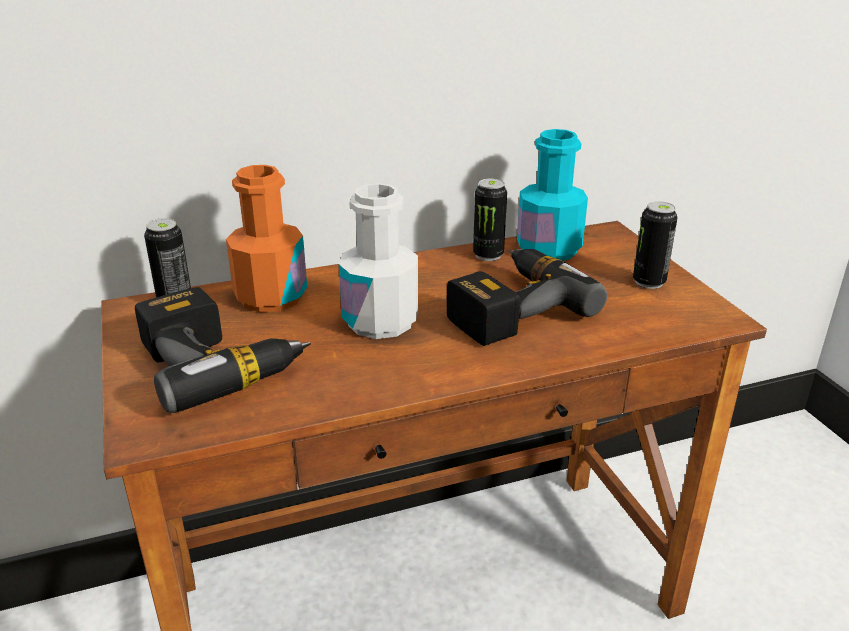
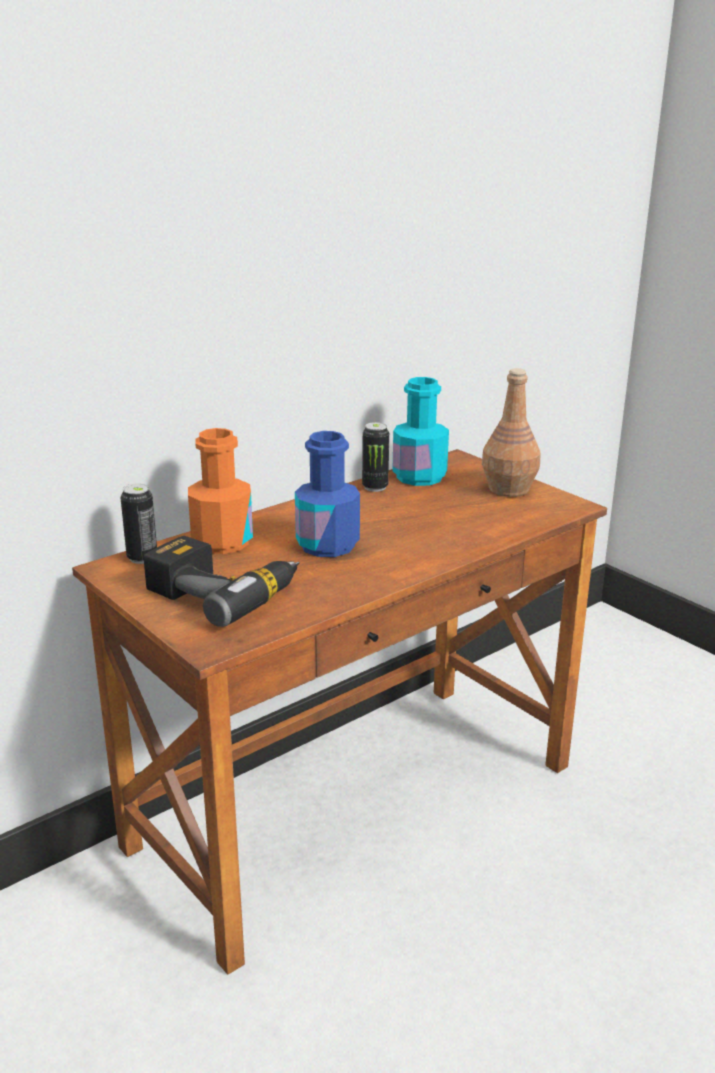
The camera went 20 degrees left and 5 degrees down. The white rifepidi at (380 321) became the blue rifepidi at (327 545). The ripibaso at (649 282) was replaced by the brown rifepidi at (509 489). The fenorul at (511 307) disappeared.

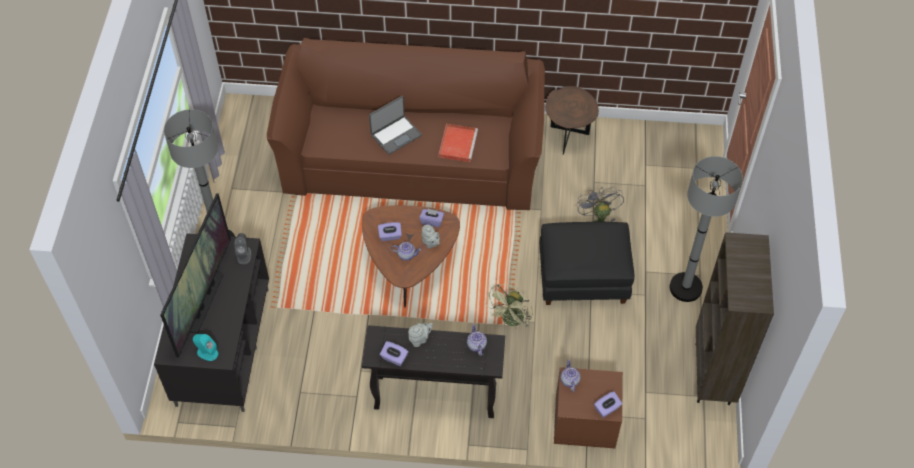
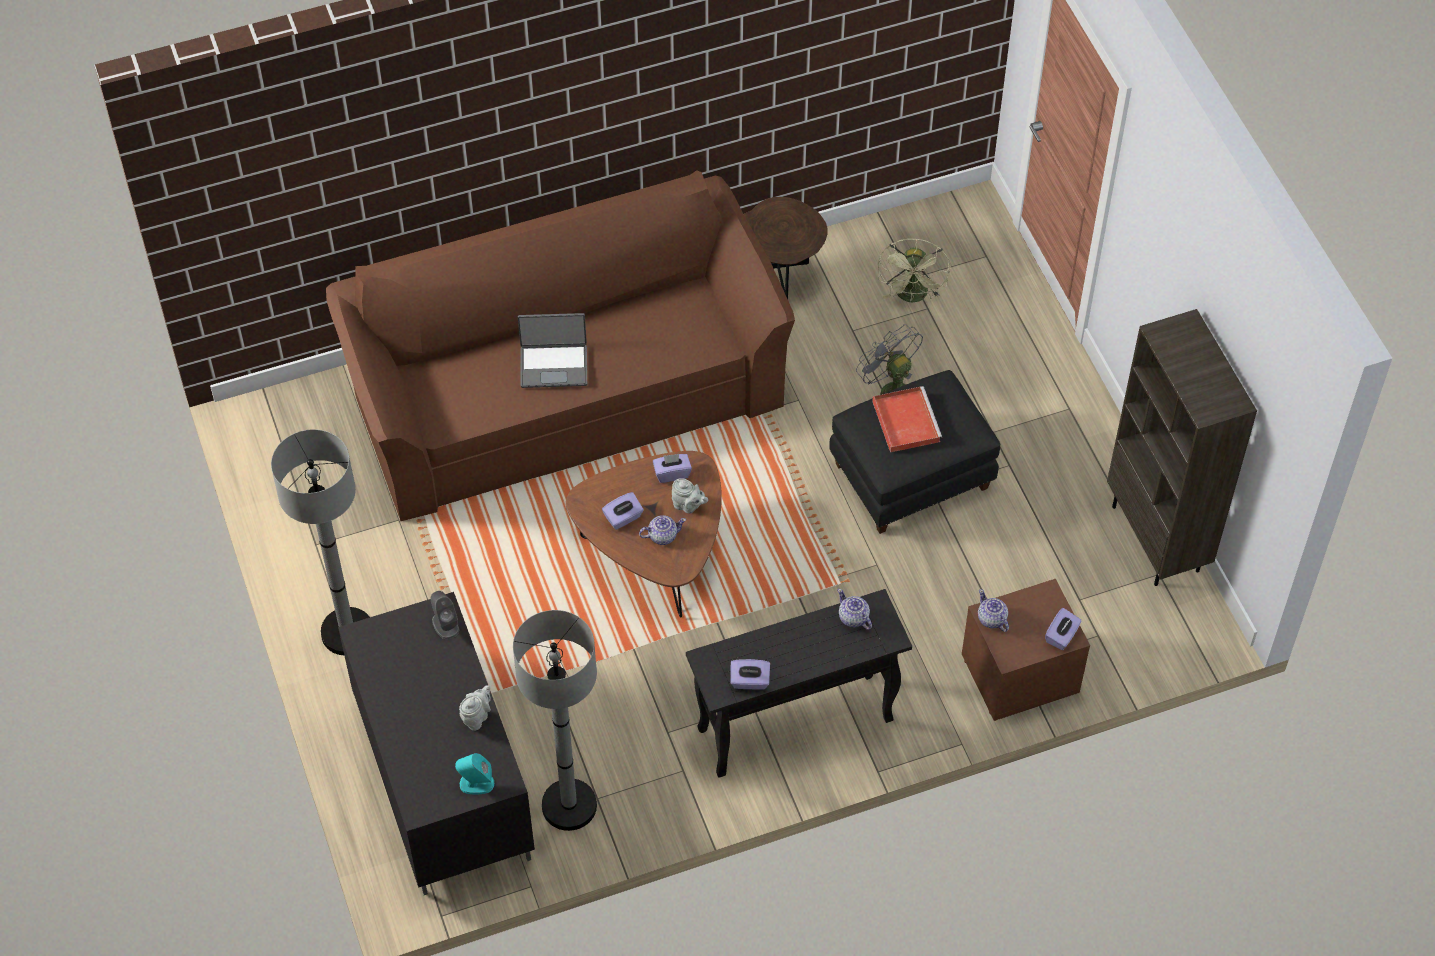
The camera went 25 degrees left and 0 degrees up. The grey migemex moved from (420 339) to (477 717). The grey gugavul moved from (685 288) to (569 805). The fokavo at (395 135) turned 60 degrees clockwise. The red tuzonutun moved from (457 143) to (905 420). The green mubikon moved from (511 321) to (912 296). The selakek at (204 301) disappeared.

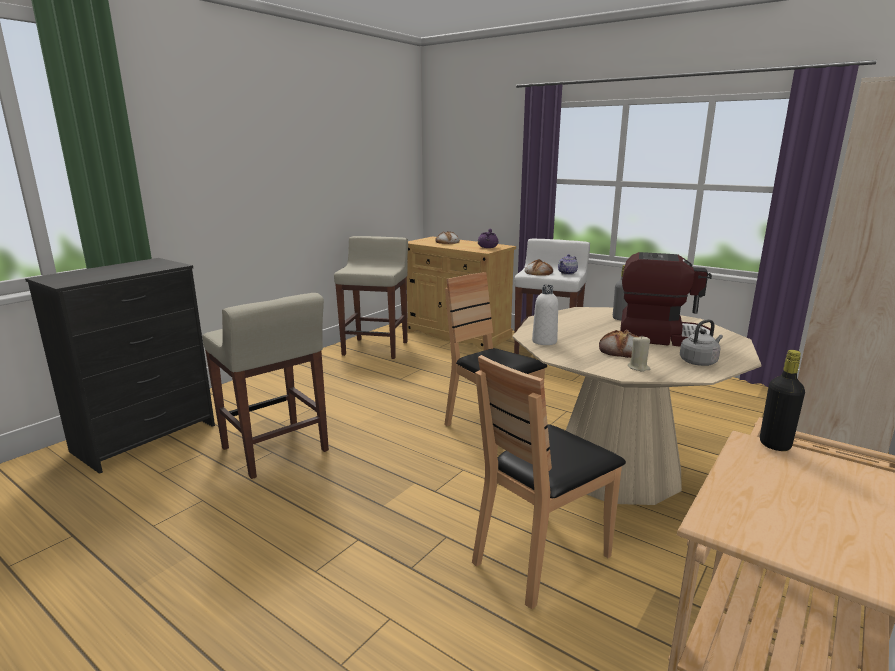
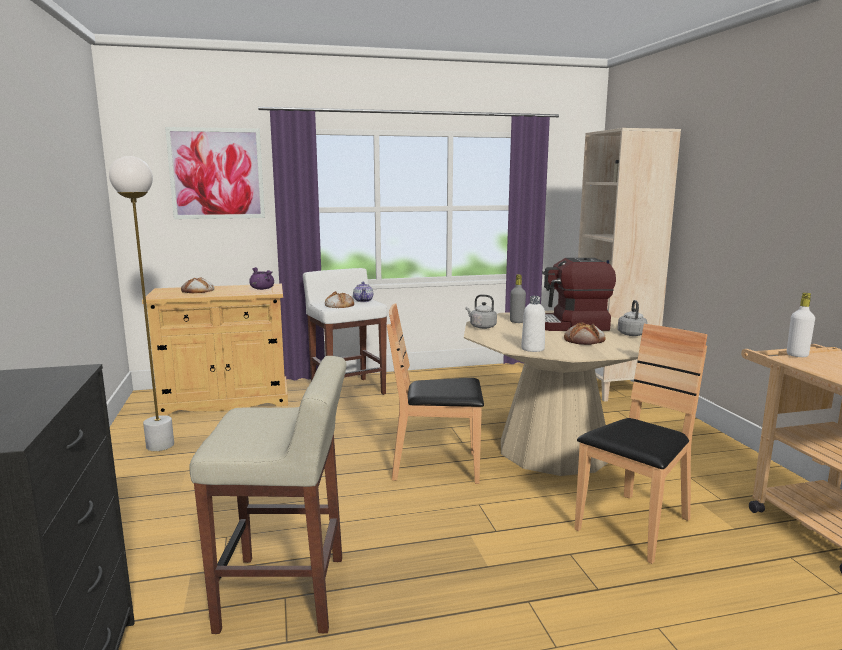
The camera went 50 degrees left and 5 degrees down. The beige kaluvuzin at (376 348) was replaced by the white gugavul at (160 445). The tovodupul at (216 173) appeared. The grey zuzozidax at (481 327) appeared. The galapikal at (661 336) turned 150 degrees counterclockwise. The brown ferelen at (541 557) turned 135 degrees counterclockwise. The black rifepidi at (774 444) became the white rifepidi at (797 355). The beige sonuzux at (638 367) disappeared.

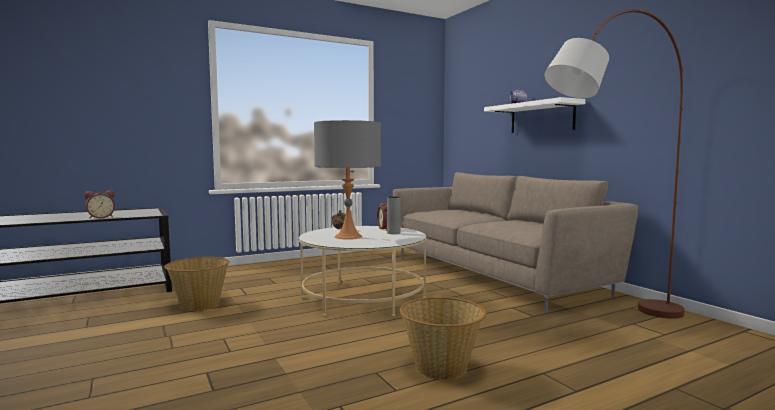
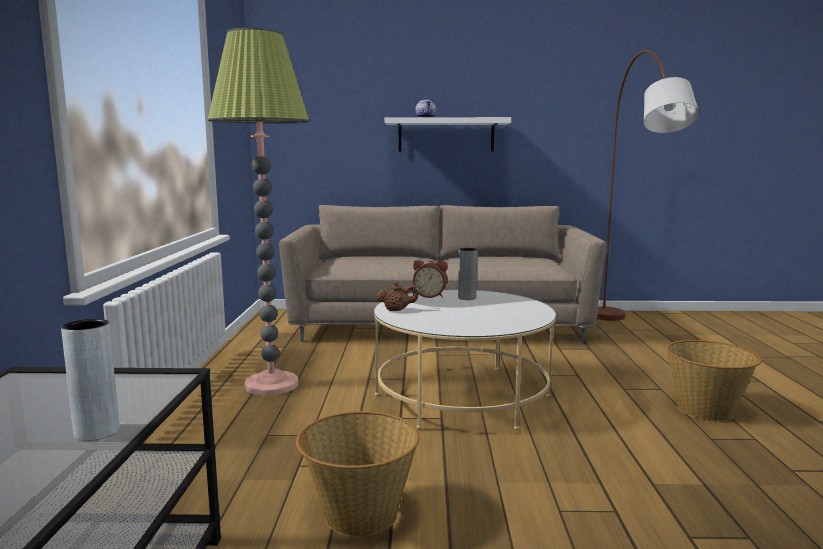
The camera went 60 degrees left and 5 degrees up. The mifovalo at (101 217) was replaced by the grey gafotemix at (97 432). The gugavul at (271 385) appeared. The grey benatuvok at (348 236) disappeared.

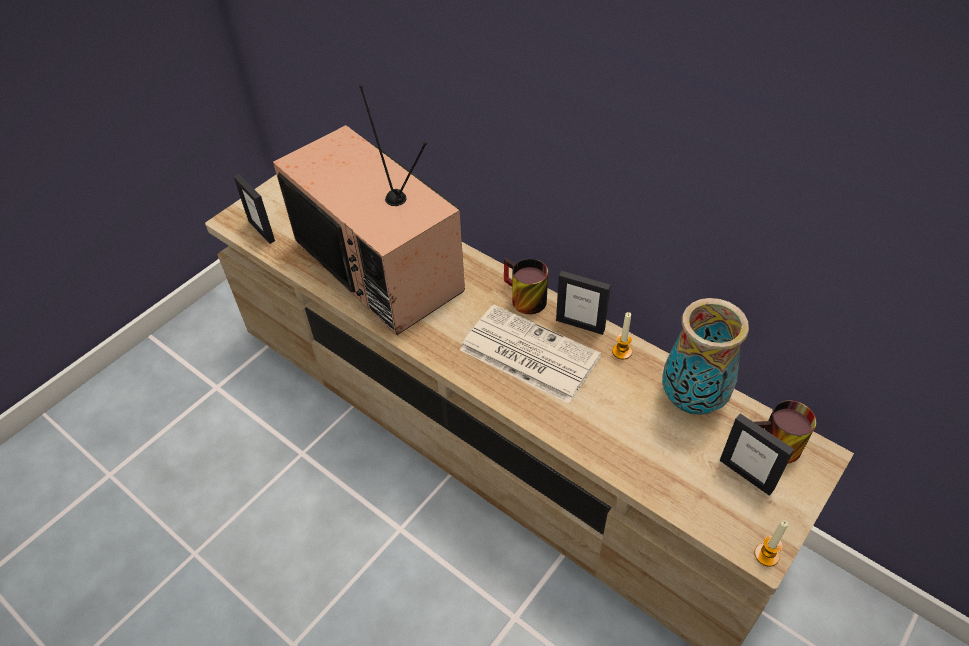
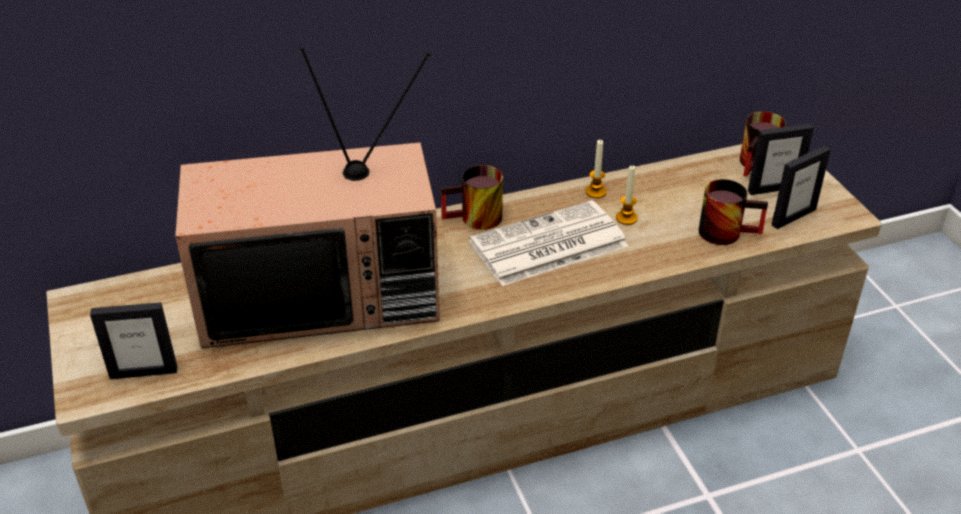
The camera went 60 degrees left and 10 degrees down. The sonuzux moved from (766 555) to (626 218). The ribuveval at (727 230) appeared. The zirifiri moved from (580 324) to (793 217). The gafotemix at (693 400) disappeared.

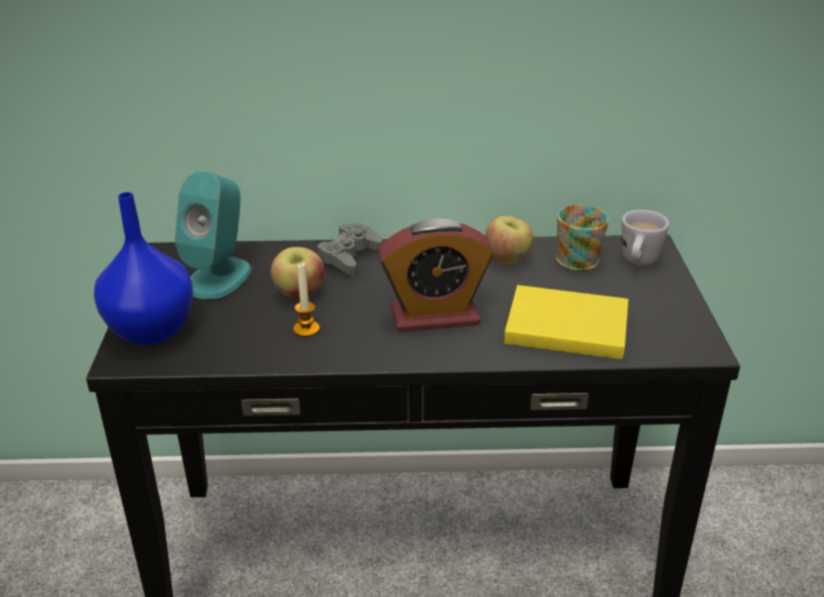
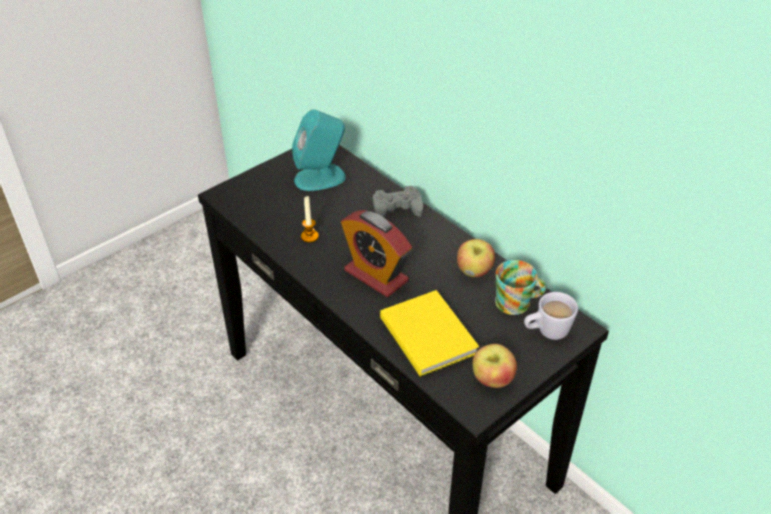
The camera went 50 degrees right and 10 degrees up. The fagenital moved from (299 293) to (492 379). The blue gafotemix at (149 330) disappeared.

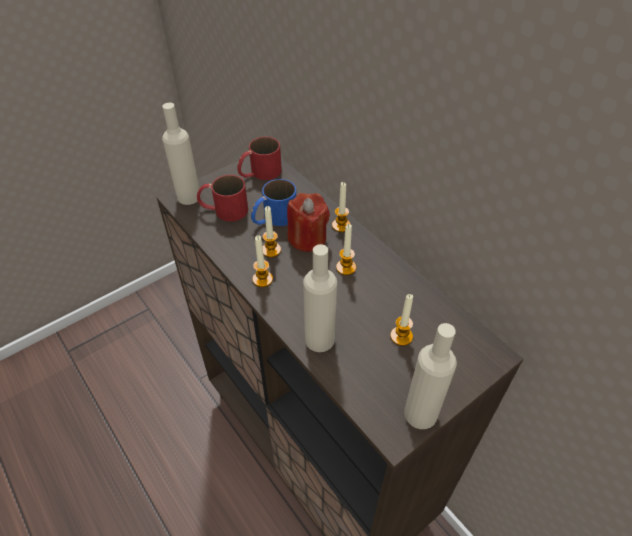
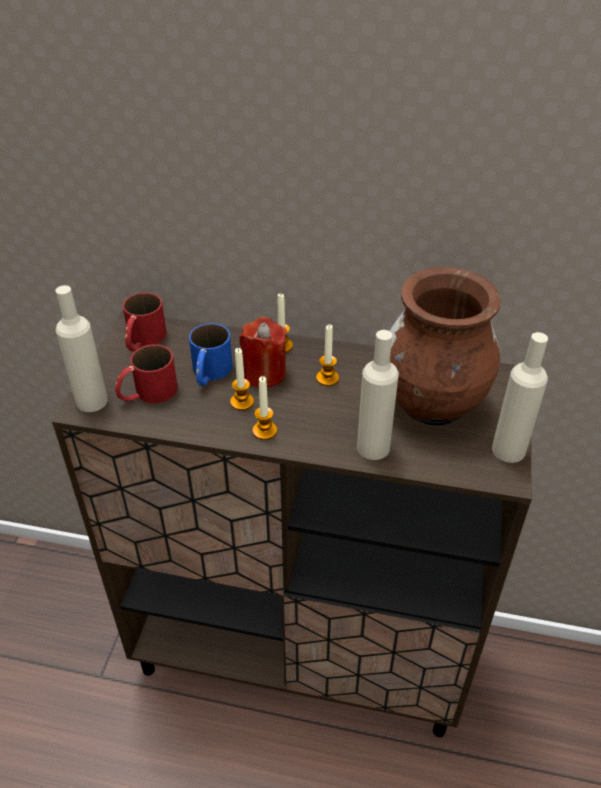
The camera went 40 degrees left and 5 degrees down. The sonuzux at (401 336) was replaced by the brown gafotemix at (433 404).

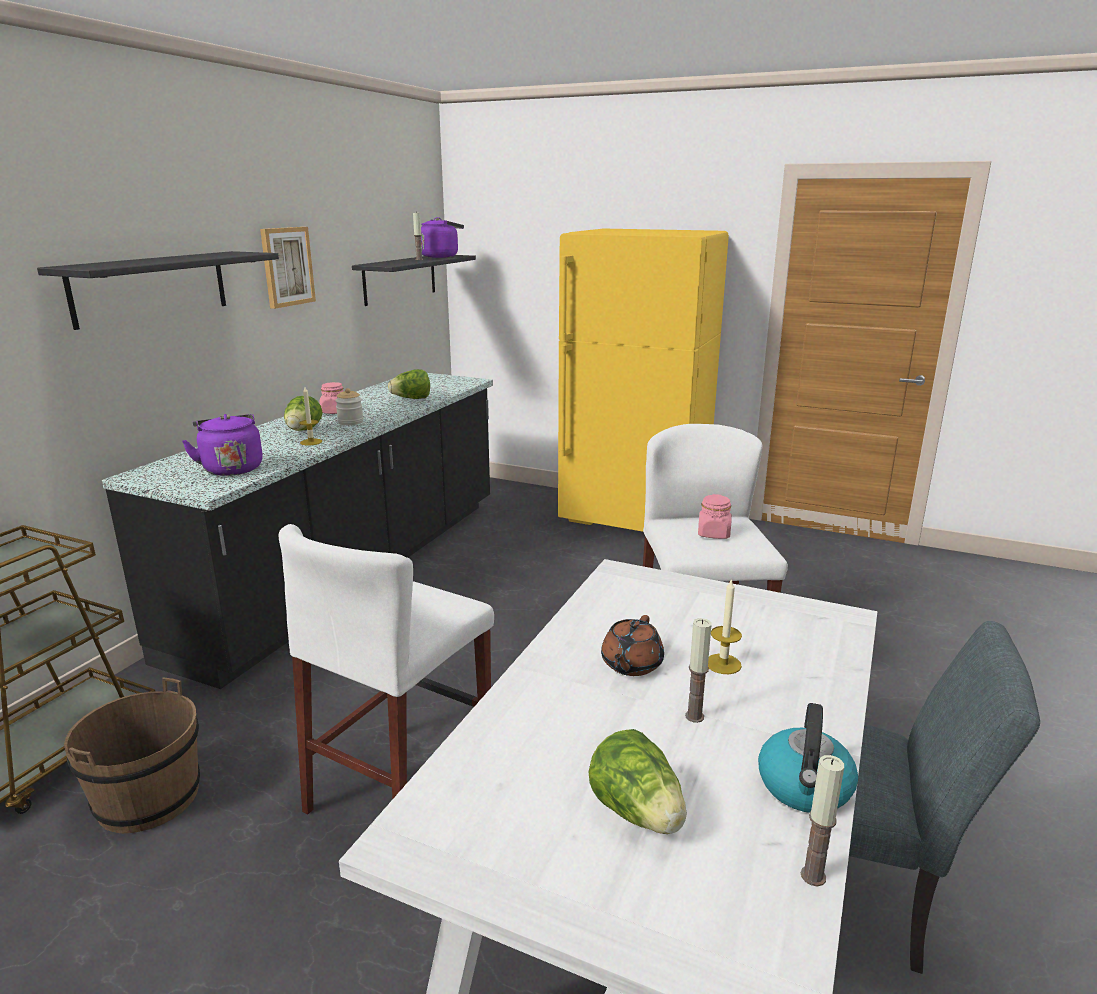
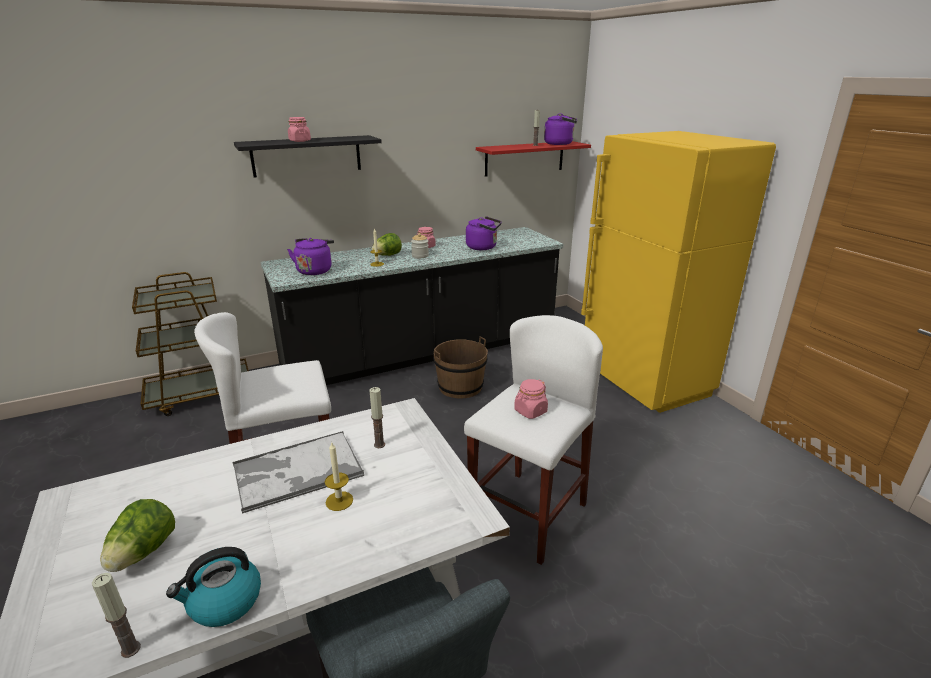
The camera went 40 degrees right and 5 degrees up. The brown migemex at (631 665) was replaced by the tuzonutun at (296 471). The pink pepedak at (299 141) appeared. The sonuzux moved from (694 716) to (379 444). The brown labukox moved from (148 798) to (460 387). The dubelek at (411 399) was replaced by the purple zuzozidax at (483 247). The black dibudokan at (400 279) became the red dibudokan at (524 158). The tovodupul at (287 266) disappeared.

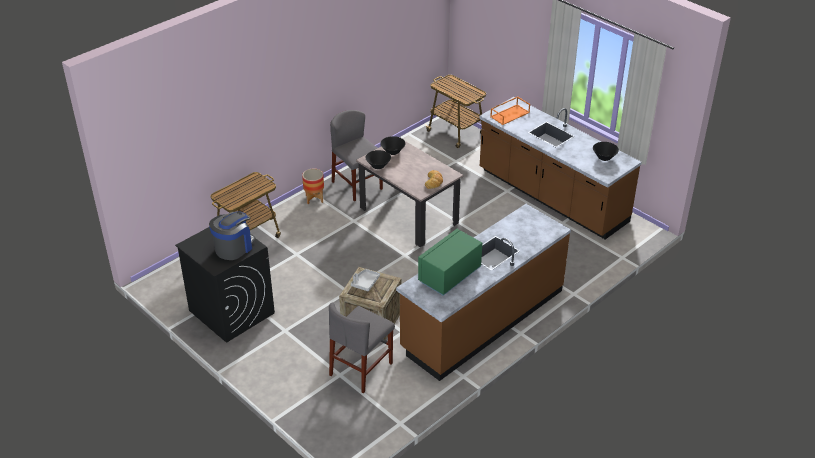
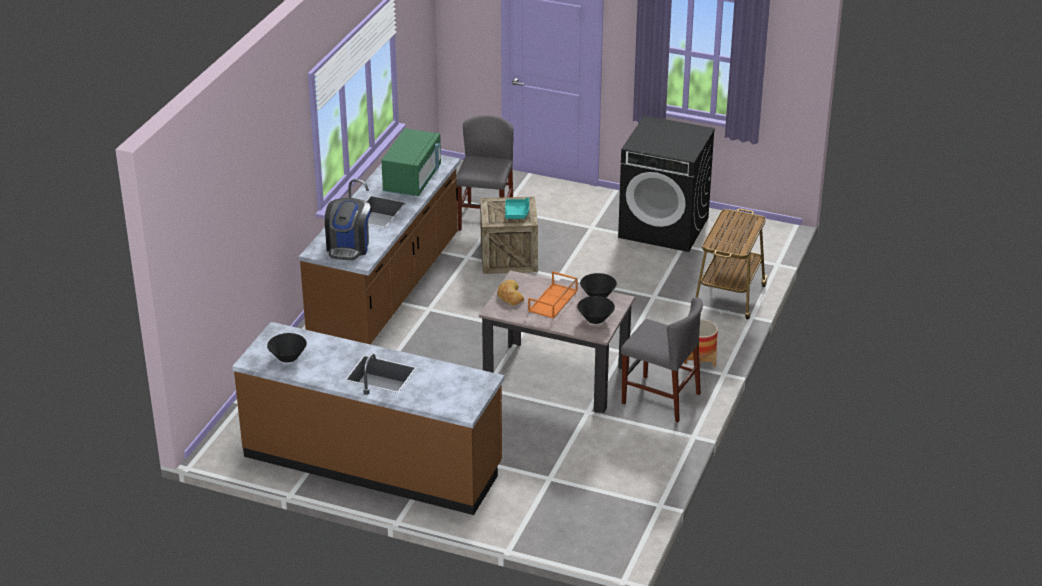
The camera went 155 degrees right and 5 degrees down. The galapikal moved from (234 247) to (348 247). The grey tuzonutun at (365 283) became the turquoise tuzonutun at (517 213). The orange tuzonutun moved from (510 114) to (553 301). The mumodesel at (456 133) disappeared.

